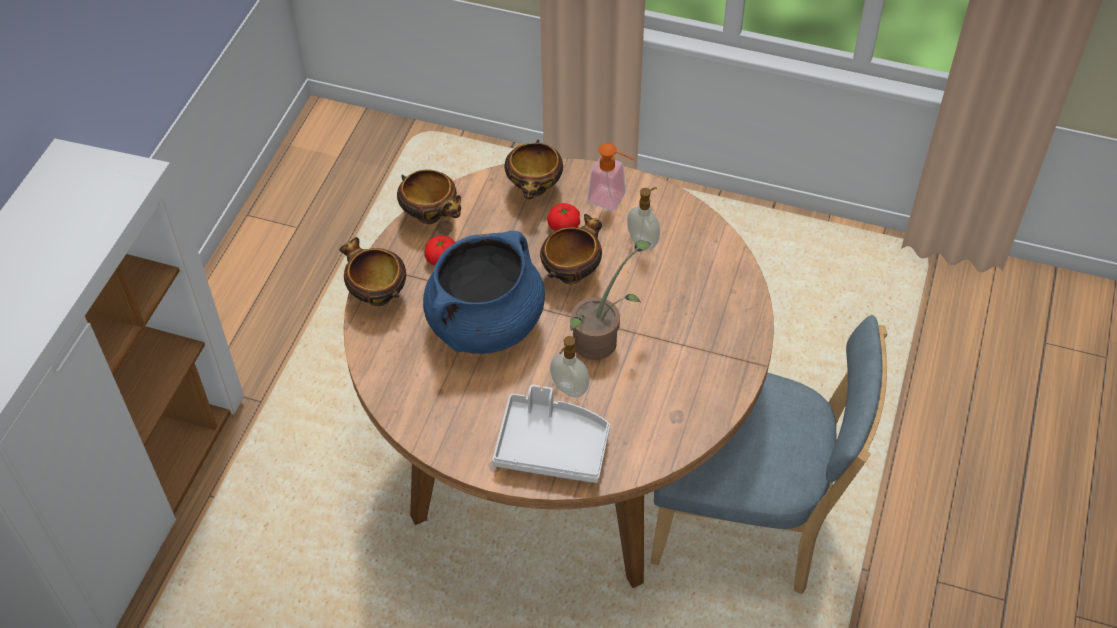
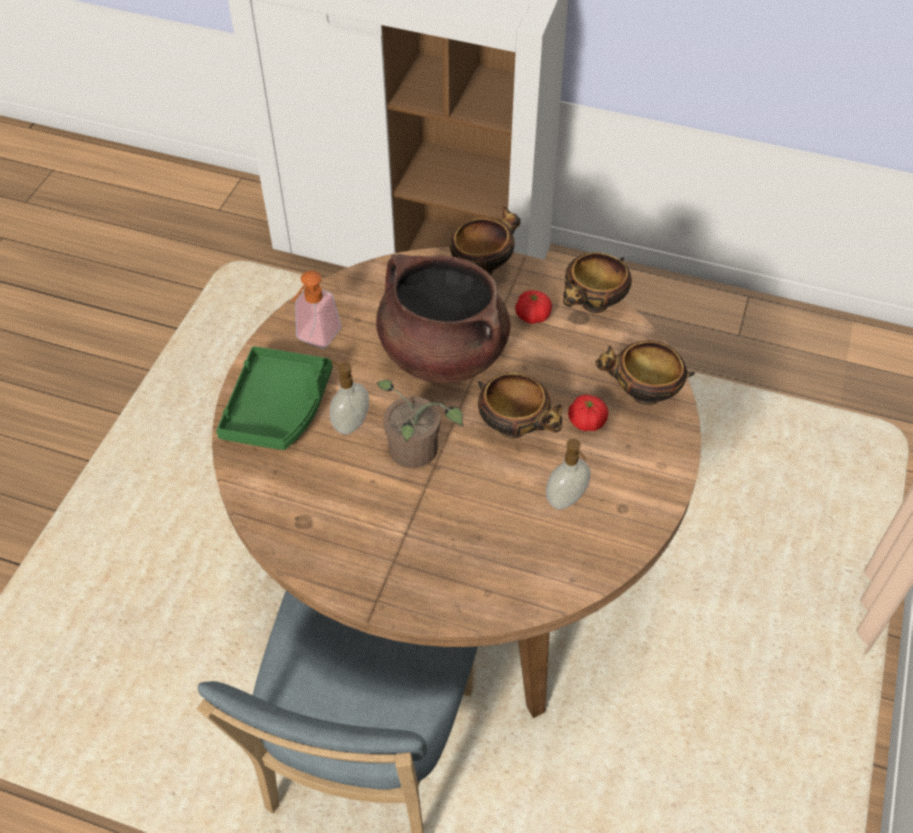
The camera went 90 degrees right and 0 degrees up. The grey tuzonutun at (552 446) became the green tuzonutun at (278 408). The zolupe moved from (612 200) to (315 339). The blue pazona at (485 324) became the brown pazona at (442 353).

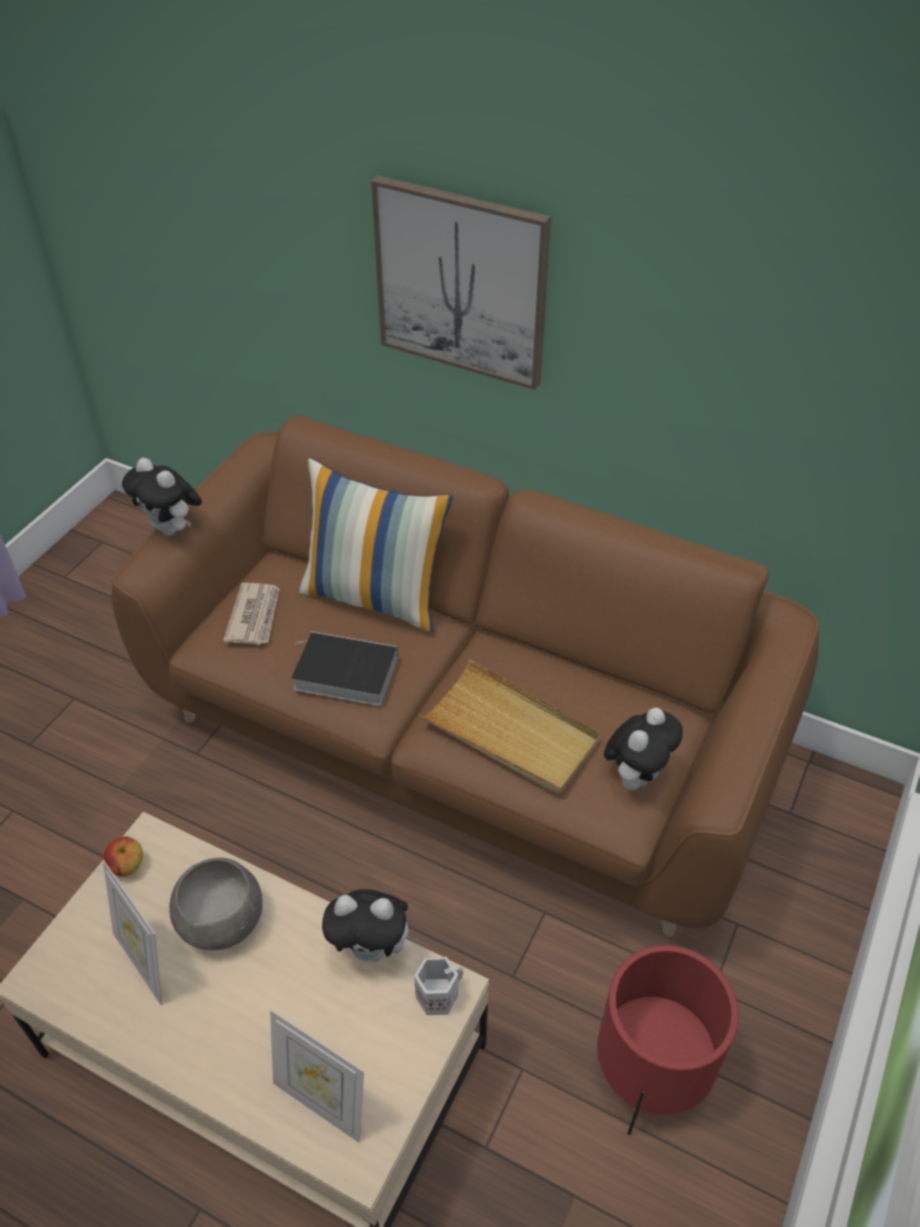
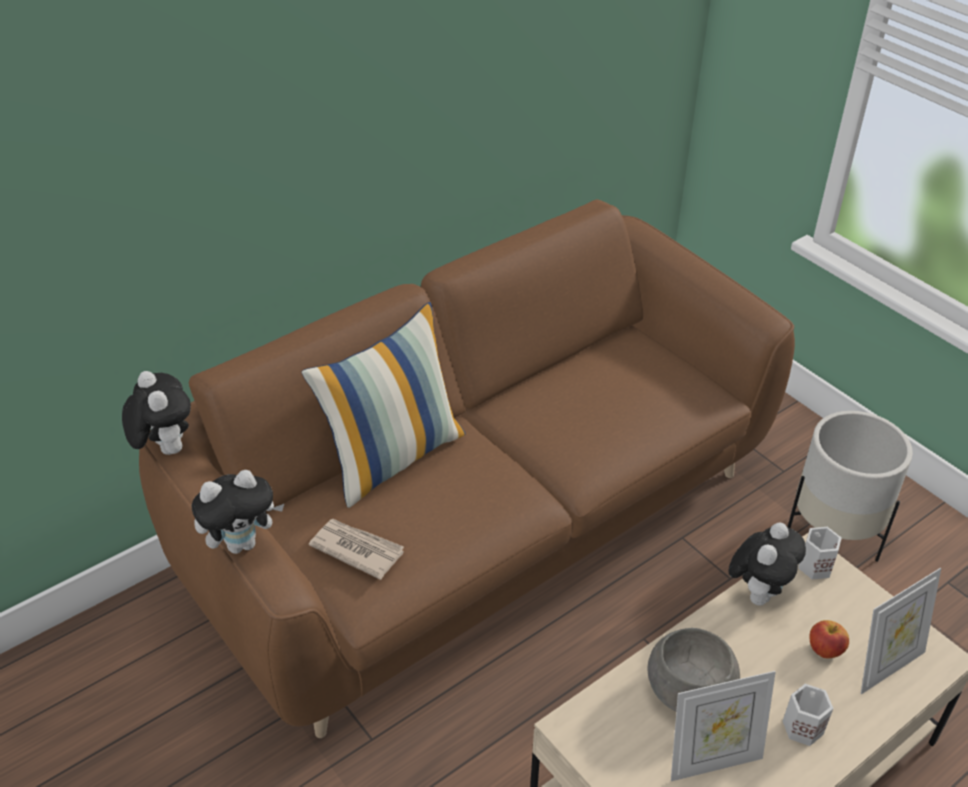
The camera went 65 degrees left and 5 degrees down. The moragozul moved from (636 775) to (164 448). The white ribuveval at (801 725) appeared. The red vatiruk at (651 1071) became the white vatiruk at (834 530). The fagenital moved from (127 866) to (825 650). The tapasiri at (342 673) disappeared. The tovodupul at (462 282) disappeared. The beige tuzonutun at (511 731) disappeared.

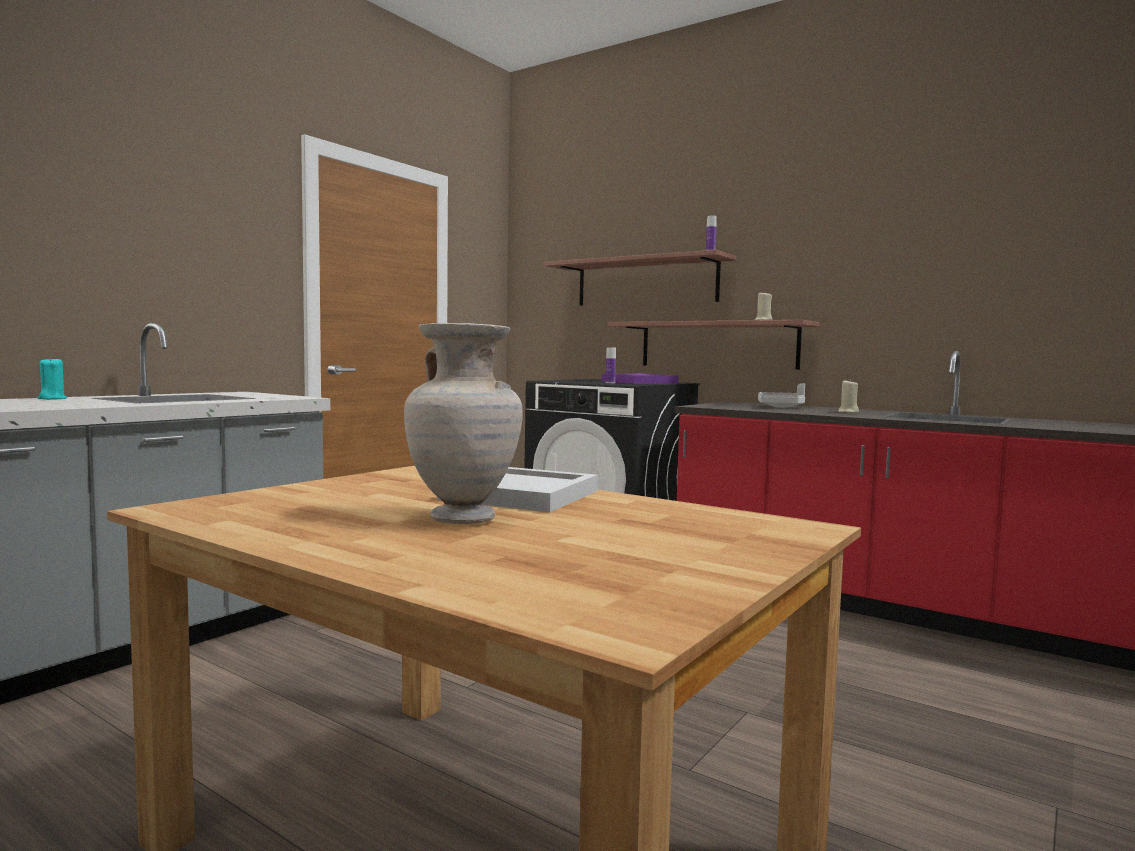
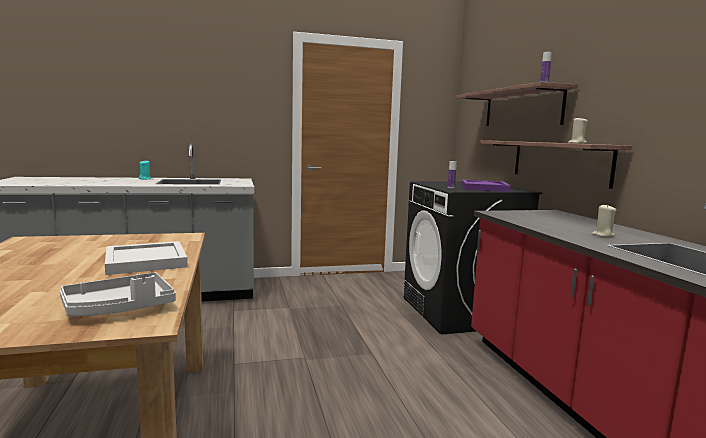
The camera went 40 degrees right and 5 degrees up. The grey tuzonutun moved from (781 407) to (120 308). The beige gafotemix at (464 519) disappeared.

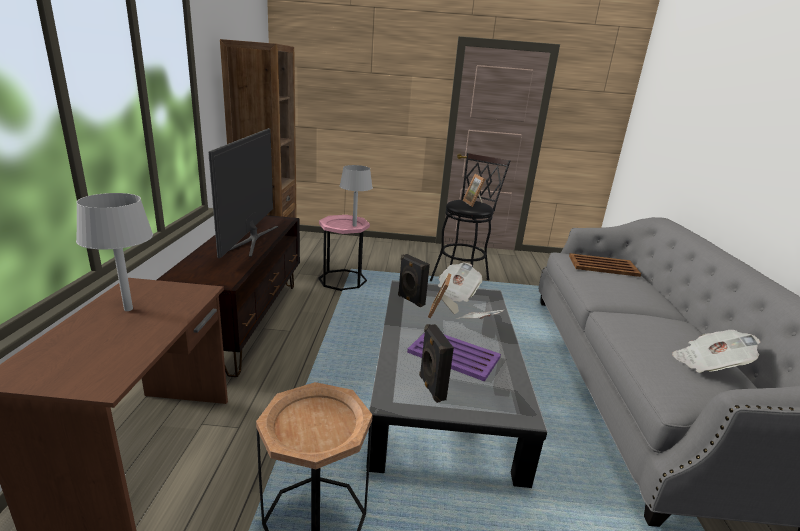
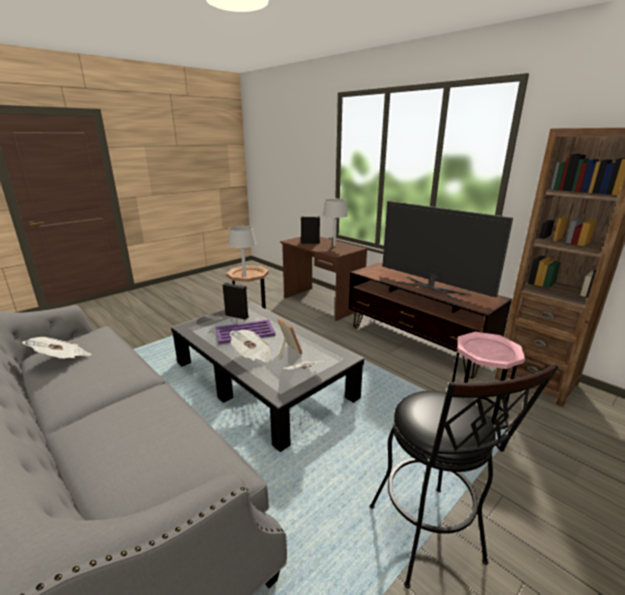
The camera went 135 degrees right and 0 degrees up. The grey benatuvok moved from (354 225) to (244 276). The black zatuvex moved from (410 300) to (310 243). The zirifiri at (474 203) disappeared. The brown tuzonutun at (604 266) disappeared.

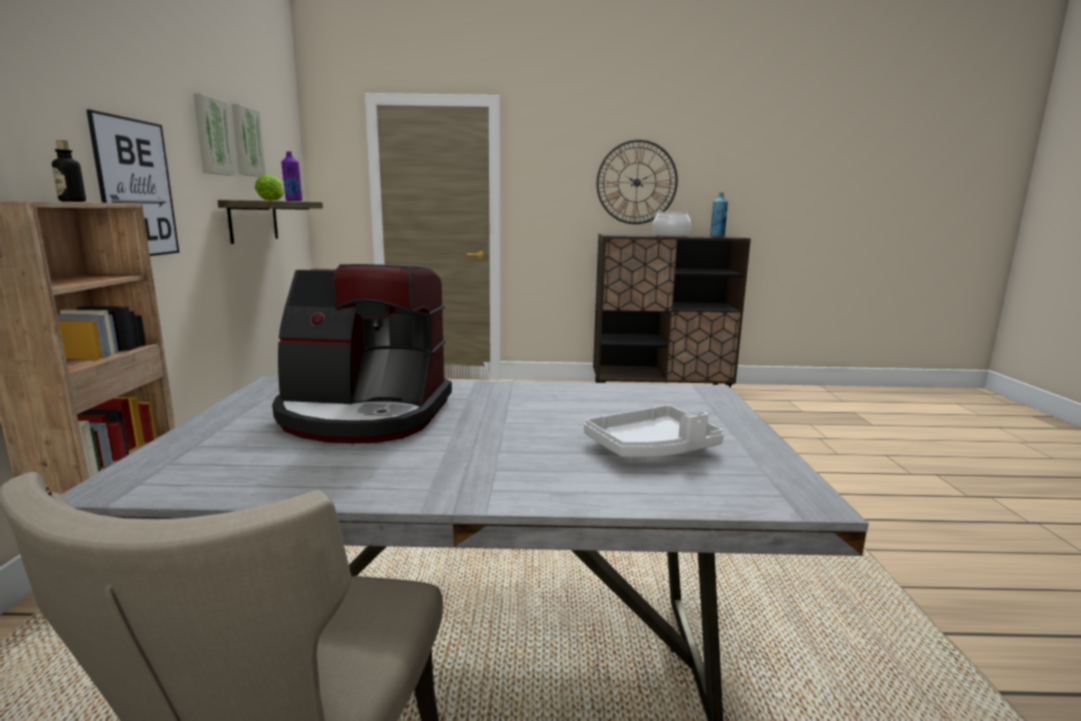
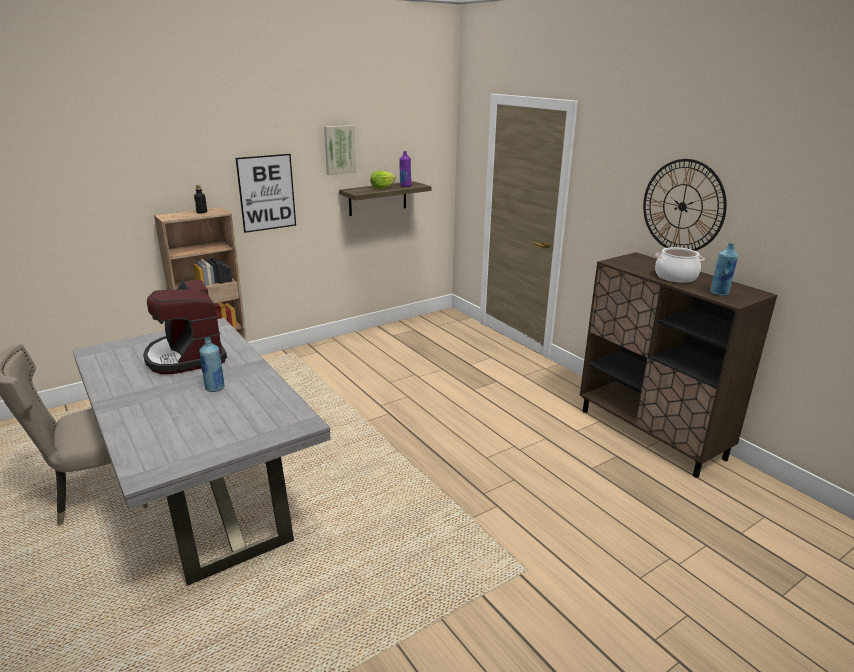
The camera went 55 degrees right and 10 degrees up. The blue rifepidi at (215 388) appeared. The tovodupul at (246 142) disappeared. The grey tuzonutun at (652 448) disappeared.

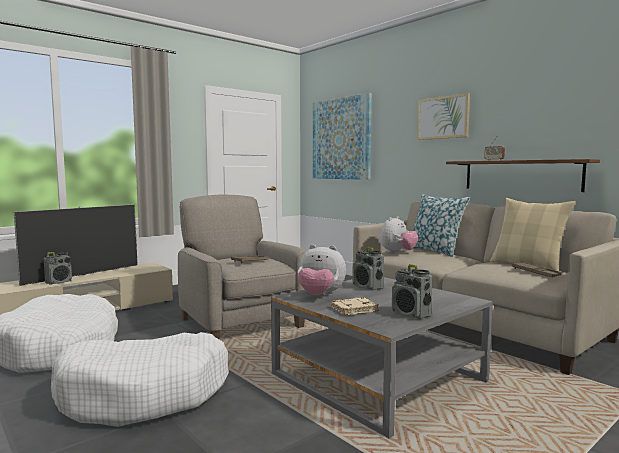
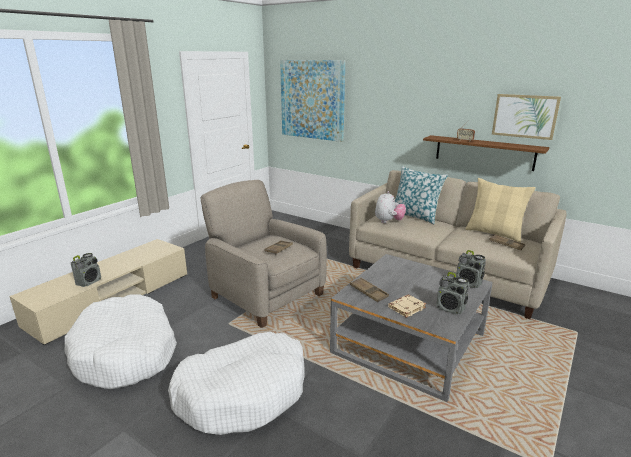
The camera went 15 degrees left and 15 degrees up. The moragozul at (320 296) was replaced by the brown tuzonutun at (368 292). The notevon moved from (368 287) to (468 283). The tovodupul moved from (443 117) to (525 116). The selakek at (83 274) disappeared.

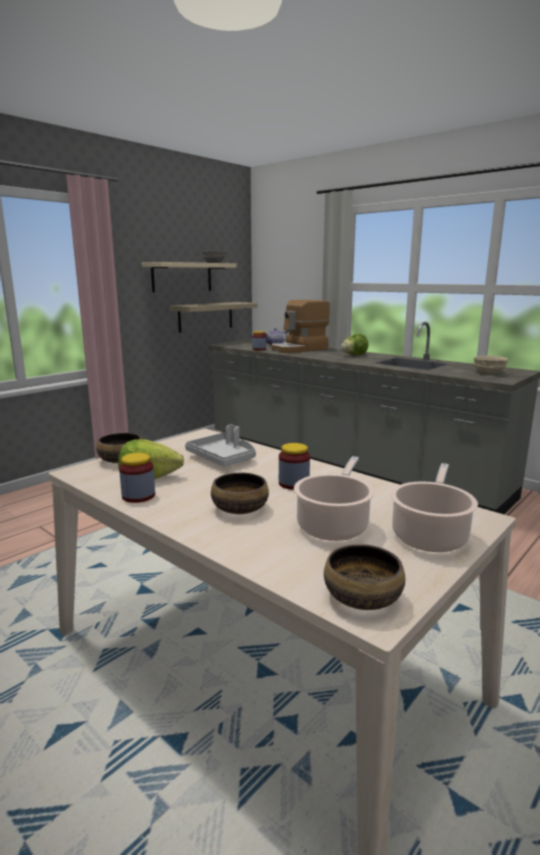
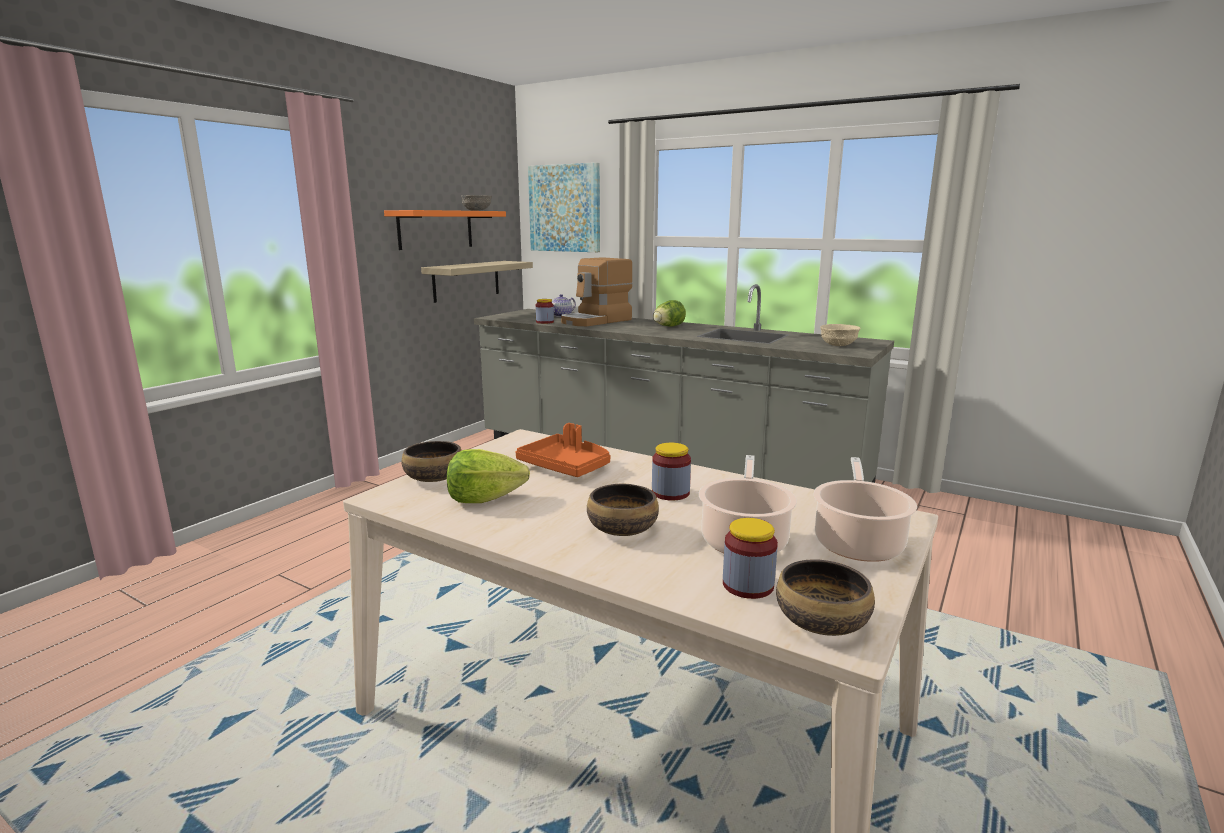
The camera went 10 degrees left and 0 degrees up. The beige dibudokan at (182 277) became the orange dibudokan at (435 229). The grey tuzonutun at (223 458) became the orange tuzonutun at (566 466). The tovodupul at (565 208) appeared. The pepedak moved from (138 496) to (748 585).

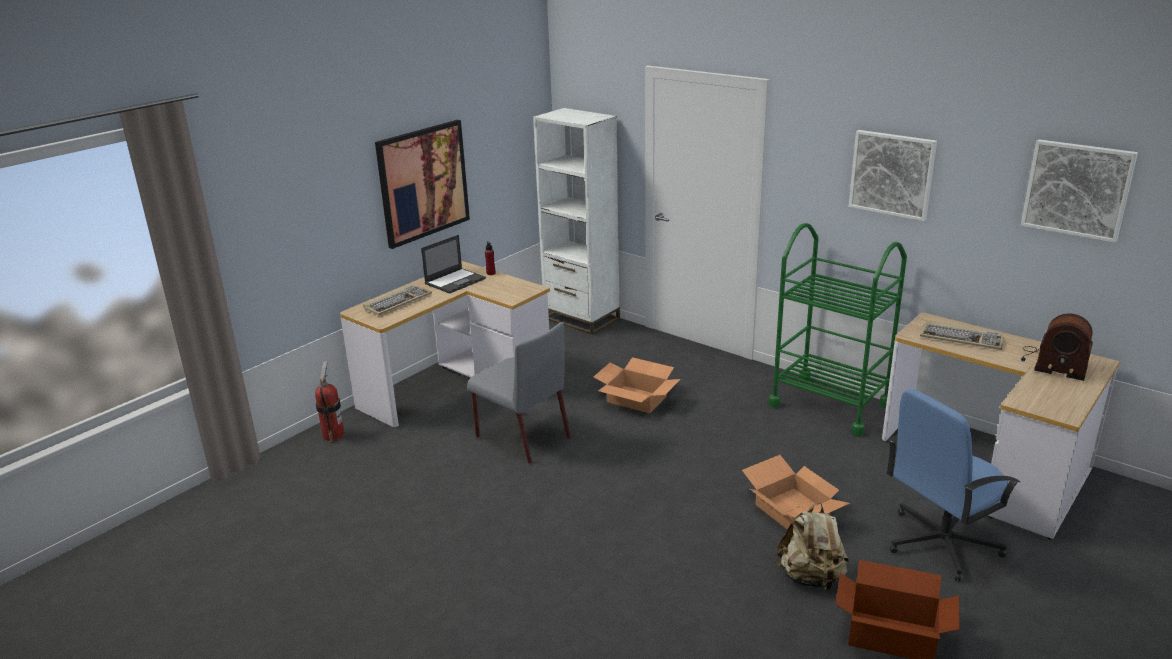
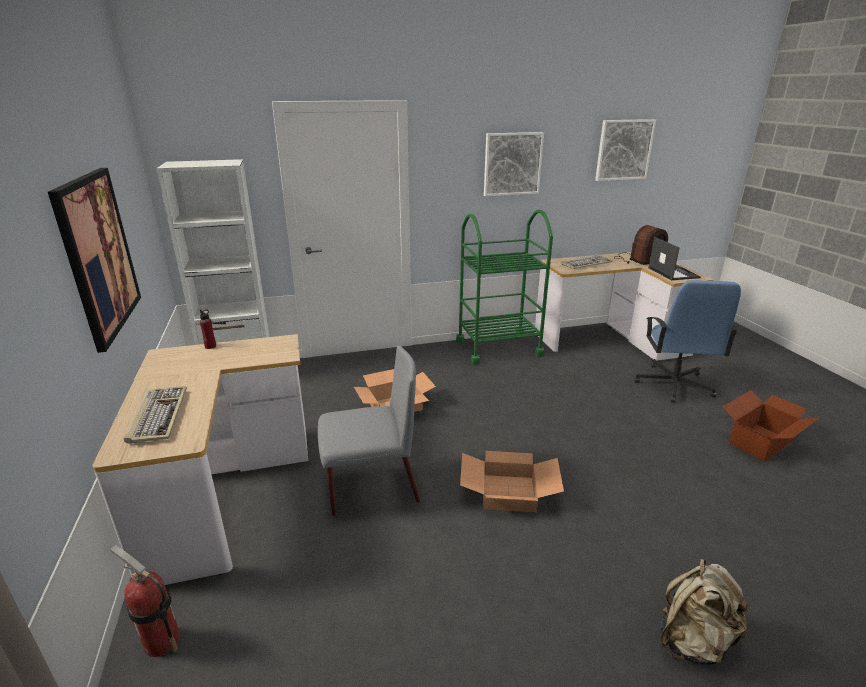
The camera went 55 degrees left and 0 degrees up. The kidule moved from (793 509) to (509 492). The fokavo moved from (455 281) to (672 272). The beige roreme moved from (811 578) to (694 641).

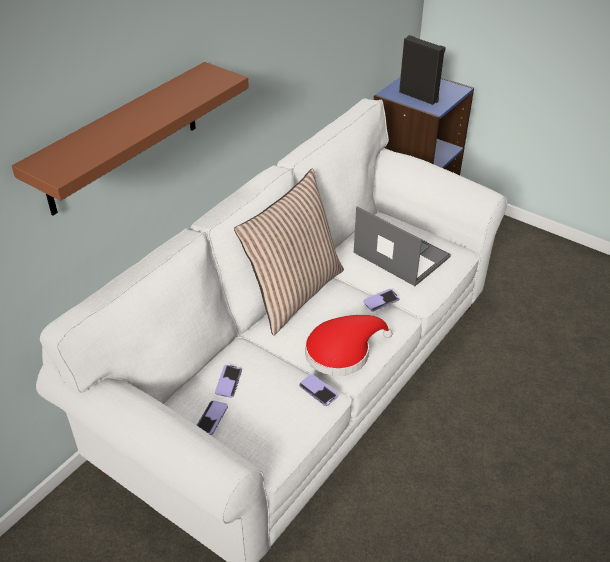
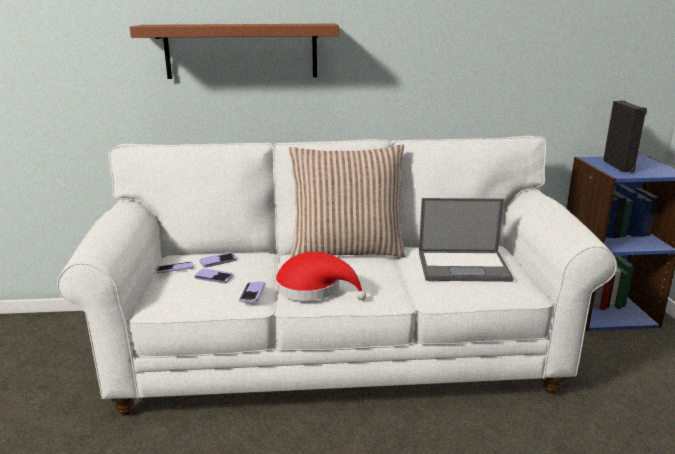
The camera went 50 degrees right and 20 degrees down. The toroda moved from (381 301) to (214 277). The fokavo at (400 254) turned 90 degrees clockwise.

